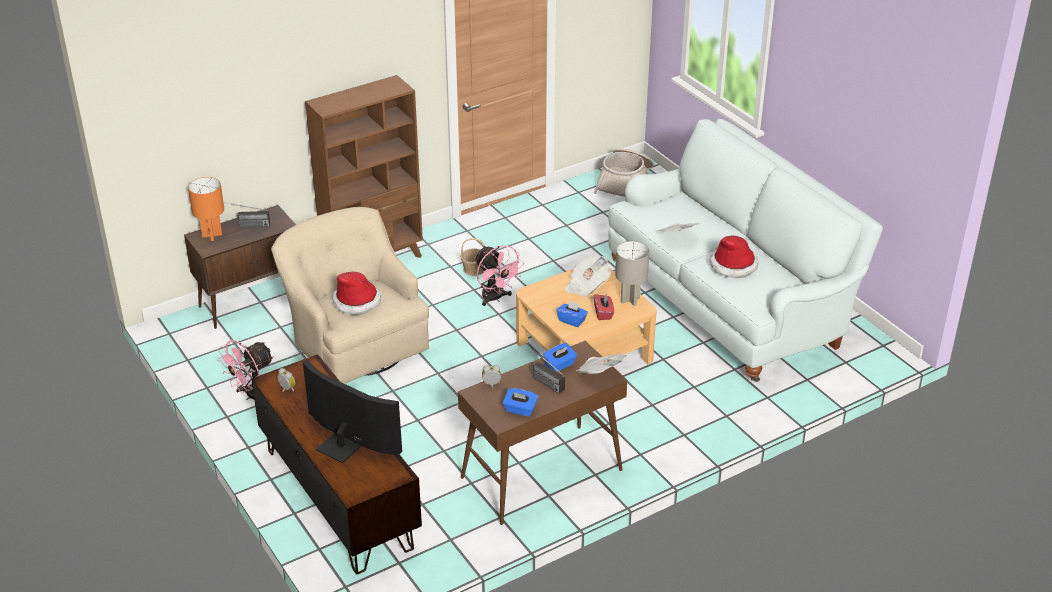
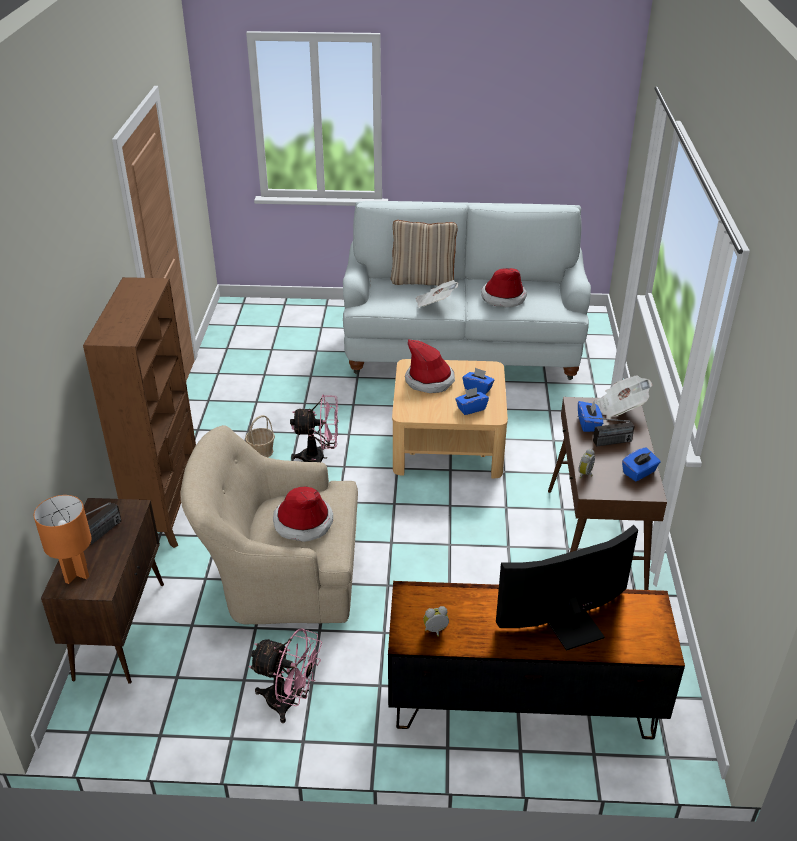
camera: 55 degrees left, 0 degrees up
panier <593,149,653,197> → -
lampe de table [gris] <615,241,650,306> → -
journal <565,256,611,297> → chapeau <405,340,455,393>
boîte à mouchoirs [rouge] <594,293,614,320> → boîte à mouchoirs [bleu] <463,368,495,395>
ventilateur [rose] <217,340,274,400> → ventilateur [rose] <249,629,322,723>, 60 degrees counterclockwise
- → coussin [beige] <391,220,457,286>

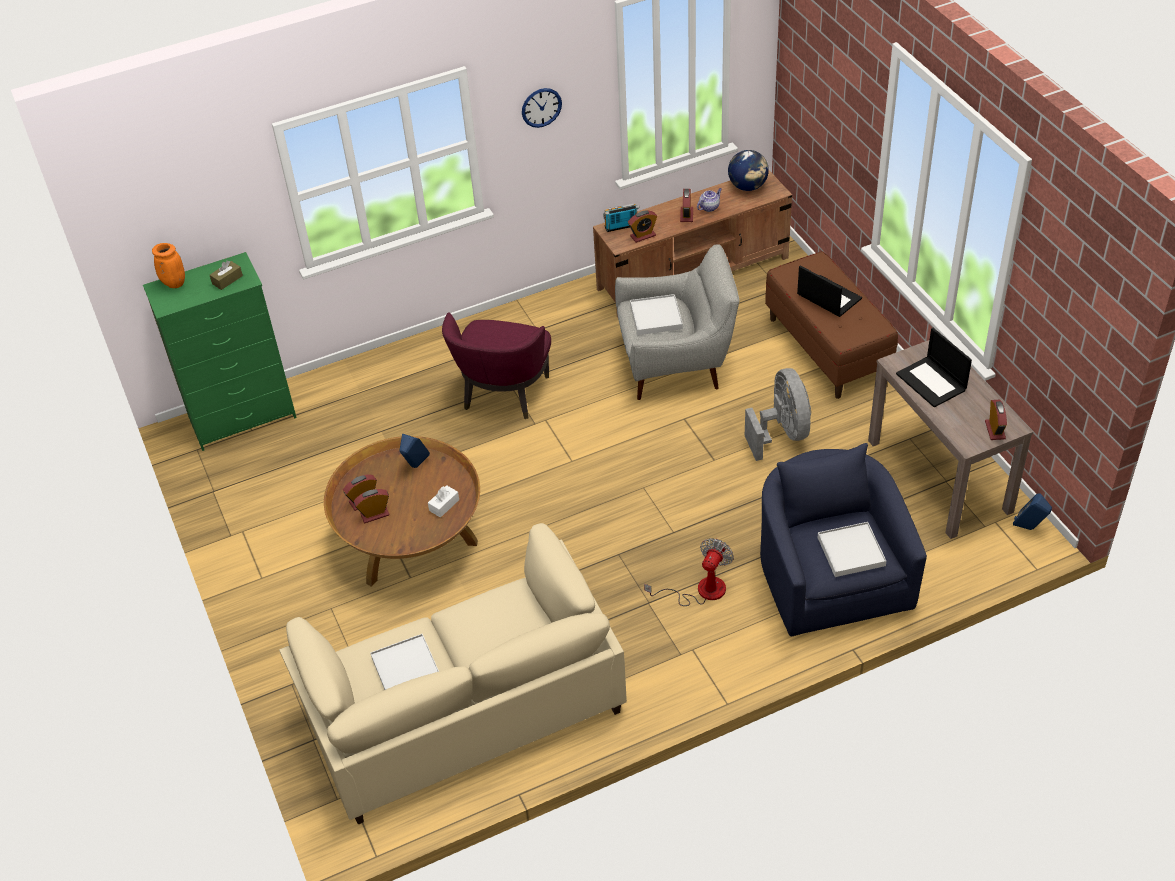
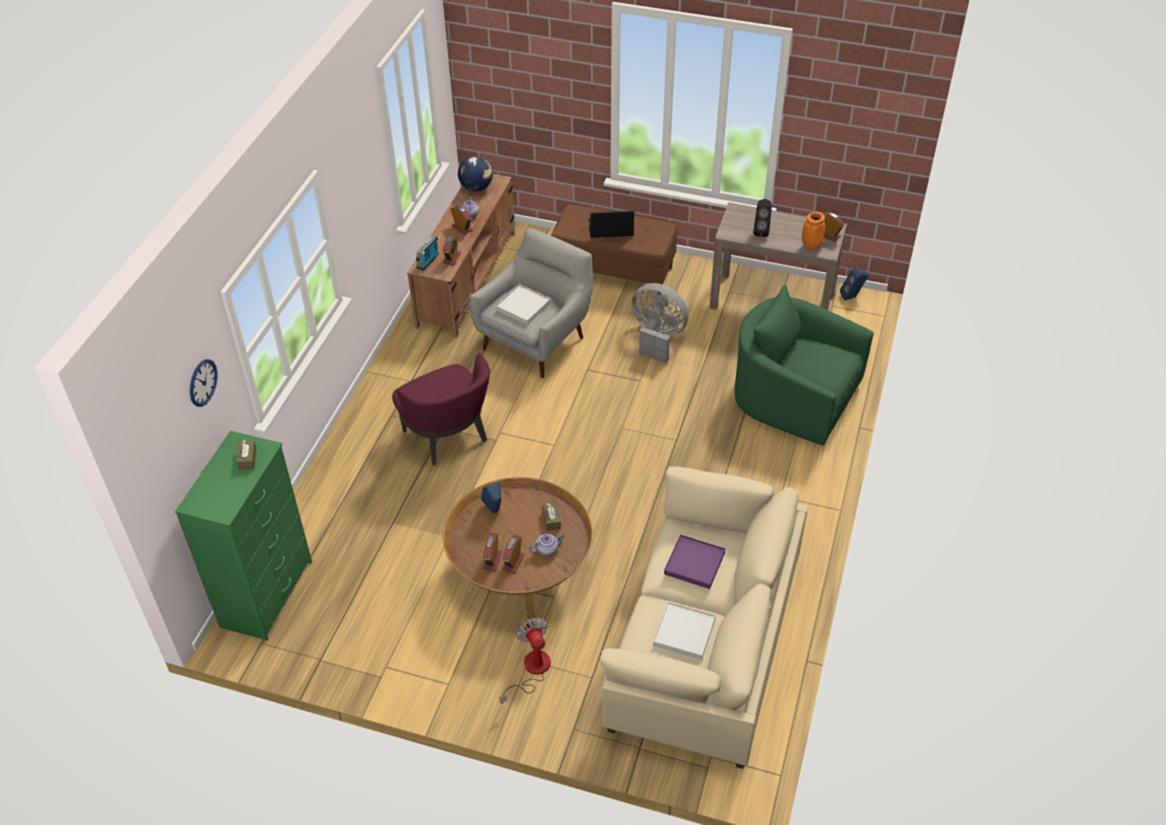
camera: 50 degrees left, 0 degrees up
horloge murale <522,88,562,128> → horloge murale <190,359,218,407>, moved
vase [orange] <152,243,185,288> → vase [orange] <802,212,825,250>, moved
ordinateur portable <896,328,972,407> → enceinte [noir] <753,199,772,237>
fauteuil [bleu] <760,443,927,636> → fauteuil [vert] <734,285,874,446>
boîte à mouchoirs [blanc] <428,485,459,517> → boîte à mouchoirs [marron] <543,502,561,531>
plateau [blanc] <817,522,886,577> → -
ventilateur <644,538,734,606> → ventilateur <499,617,551,704>, moved
- → théière <529,534,565,557>
- → plateau [violet] <664,534,726,589>

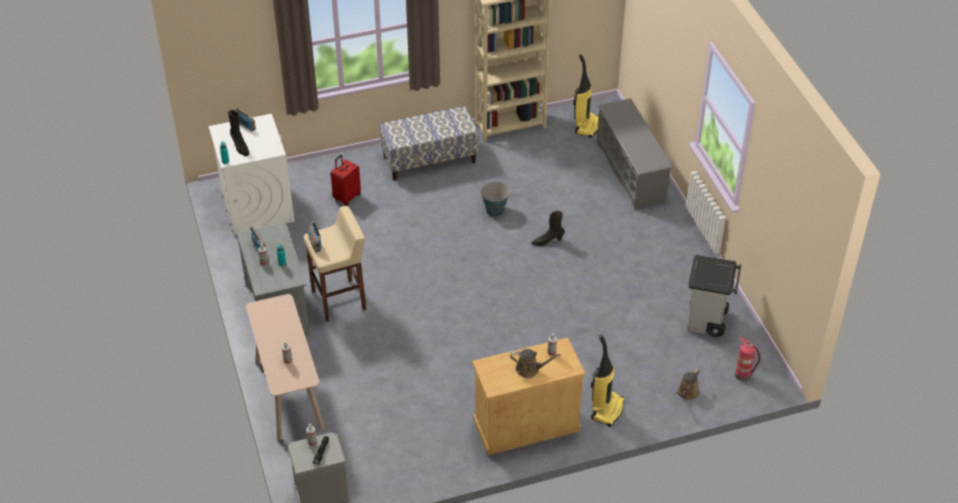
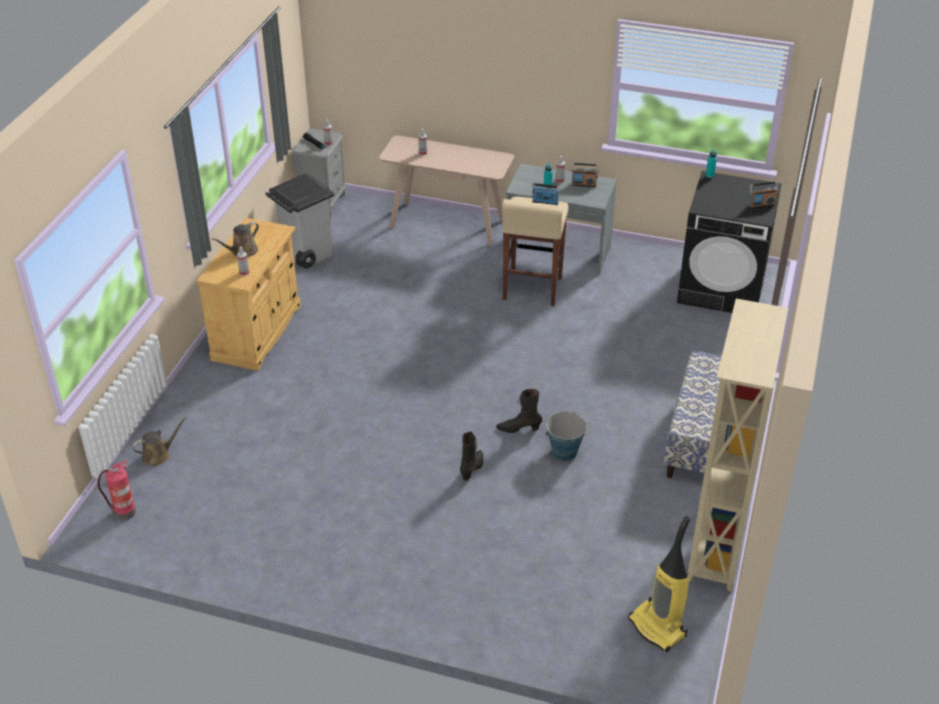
camera: 125 degrees right, 5 degrees down
étagère à chaussures [gris] <597,98,674,210> → -
botte [noir] <228,110,249,156> → botte [noir] <496,389,542,433>, moved
lave-linge [blanc] <209,114,294,235> → lave-linge [noir] <677,171,782,313>
valise [rouge] <331,155,361,205> → -
poubelle [gris] <688,255,741,337> → poubelle [gris] <265,173,334,268>, moved
aspirateur <591,335,625,427> → -
arrosoir [marron] <674,368,700,400> → arrosoir [marron] <132,417,186,466>, 75 degrees clockwise

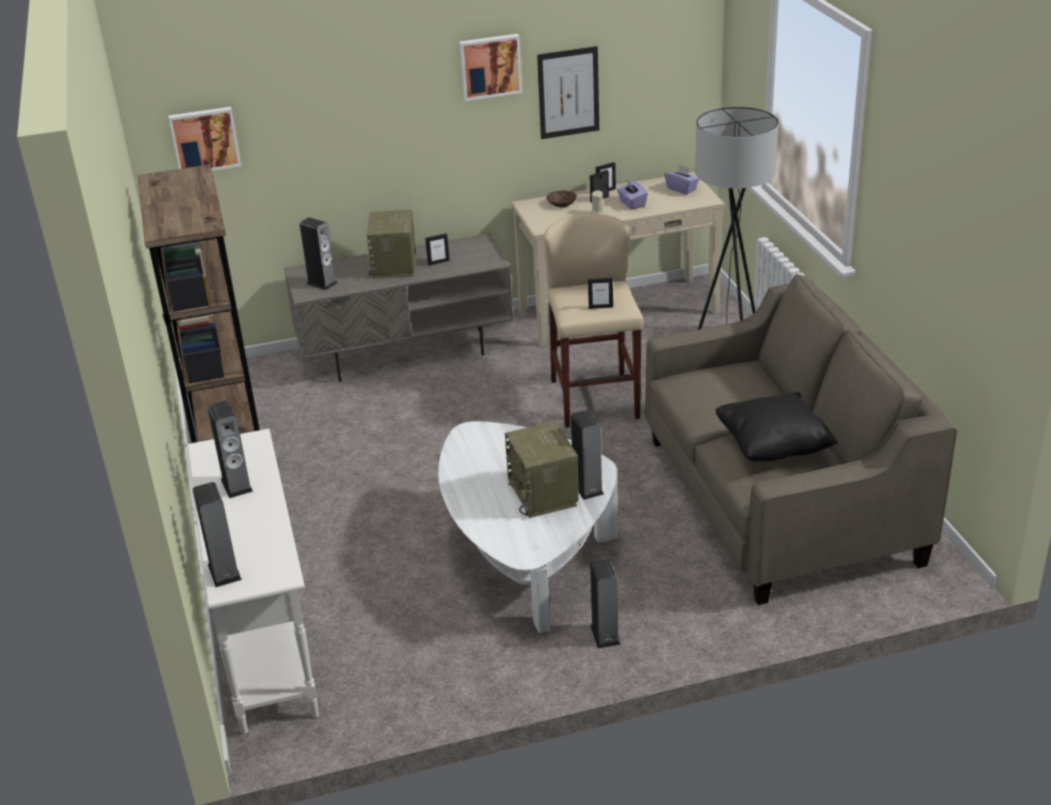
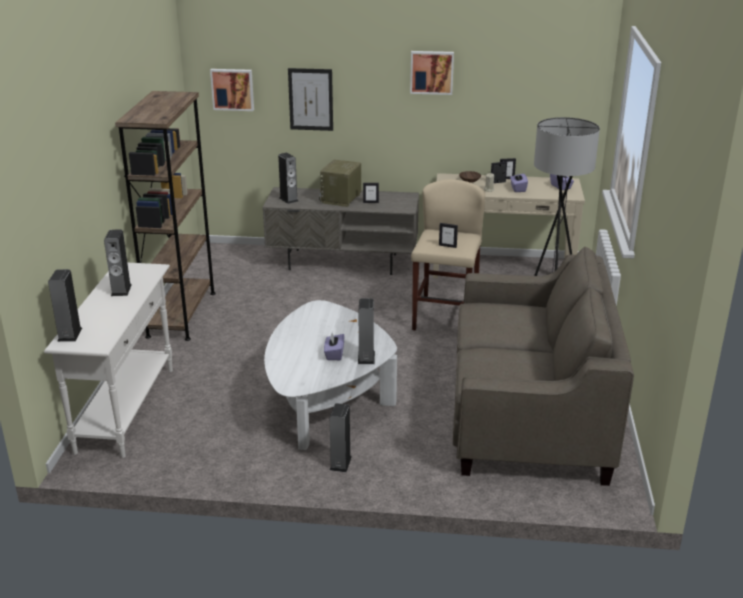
camera: 20 degrees right, 5 degrees down
tableau <537,46,599,139> → tableau <288,68,333,131>, moved
coussin [noir] <715,392,838,461> → -
radio <505,421,579,518> → boîte à mouchoirs [violet] <324,333,344,360>

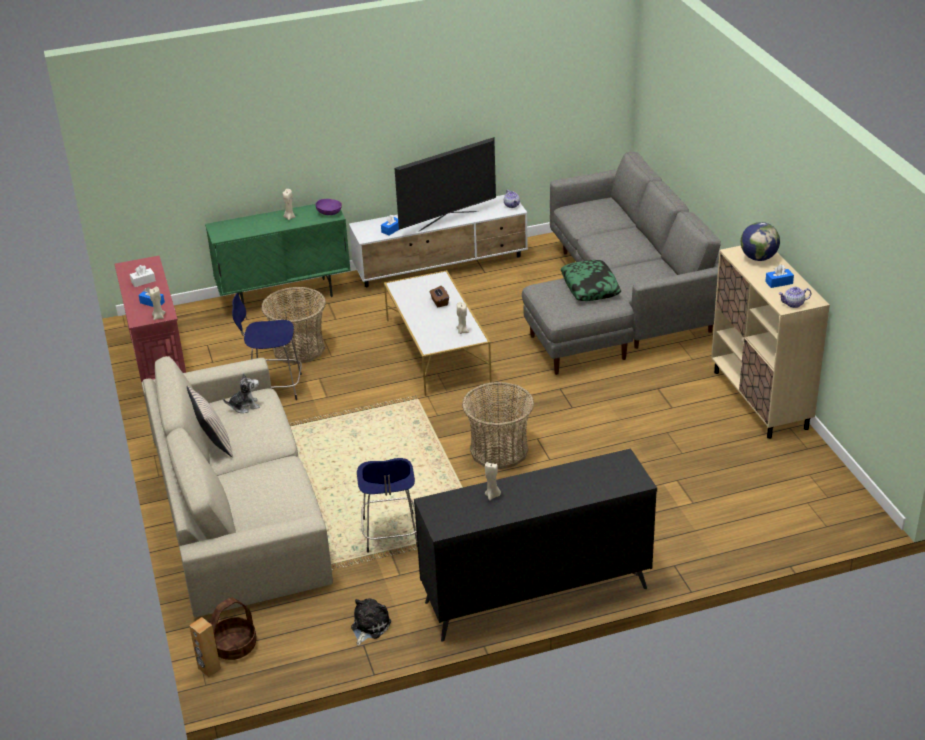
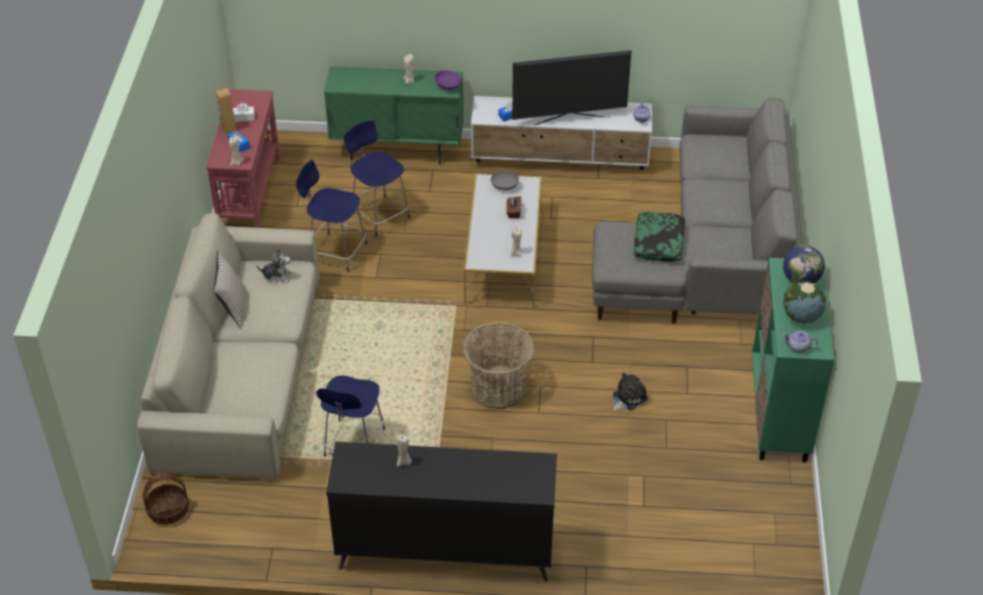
camera: 20 degrees right, 10 degrees up
meuble de rangement [beige] <711,246,830,439> → meuble de rangement [vert] <752,258,834,463>
boîte à mouchoirs [bleu] <765,265,794,288> → globe <783,281,826,324>
panier <261,287,326,364> → tabouret [bleu] <344,120,410,237>
peluche <351,598,391,646> → peluche <613,373,648,411>, moved
enceinte [marron] <189,617,221,677> → enceinte [marron] <216,88,236,135>, moved
- → bol [gris] <490,171,519,190>

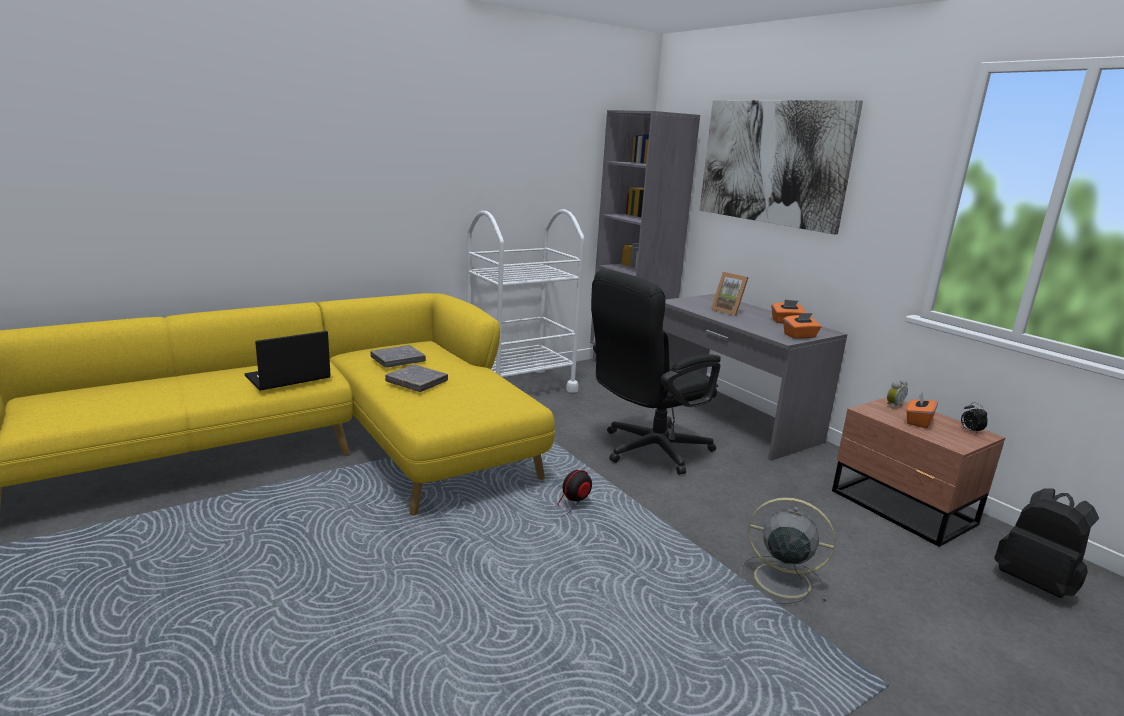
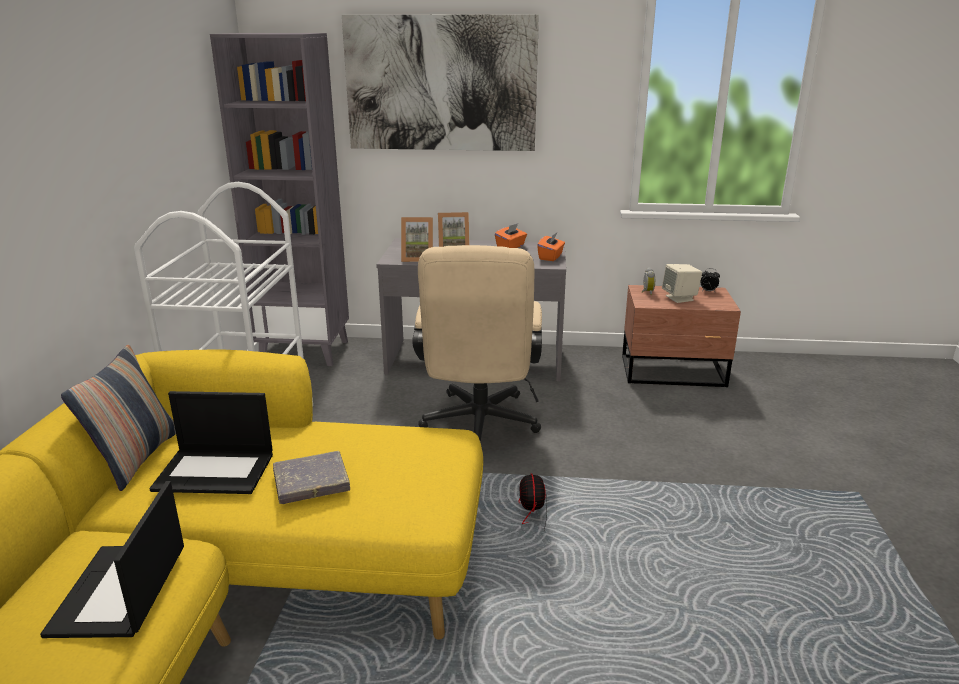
camera: 50 degrees left, 5 degrees up
chaise de bureau [noir] <591,270,721,475> → chaise de bureau [beige] <412,245,542,443>
livre [gris] <370,345,426,368> → ordinateur portable <149,391,273,494>
boîte à mouchoirs [orange] <906,392,938,428> → enceinte [beige] <662,264,702,303>
sac à dos [noir] <994,488,1099,598> → -
ventilateur [gris] <740,497,835,604> → -
- → cadre photo <401,217,433,262>
- → coussin <61,344,176,491>

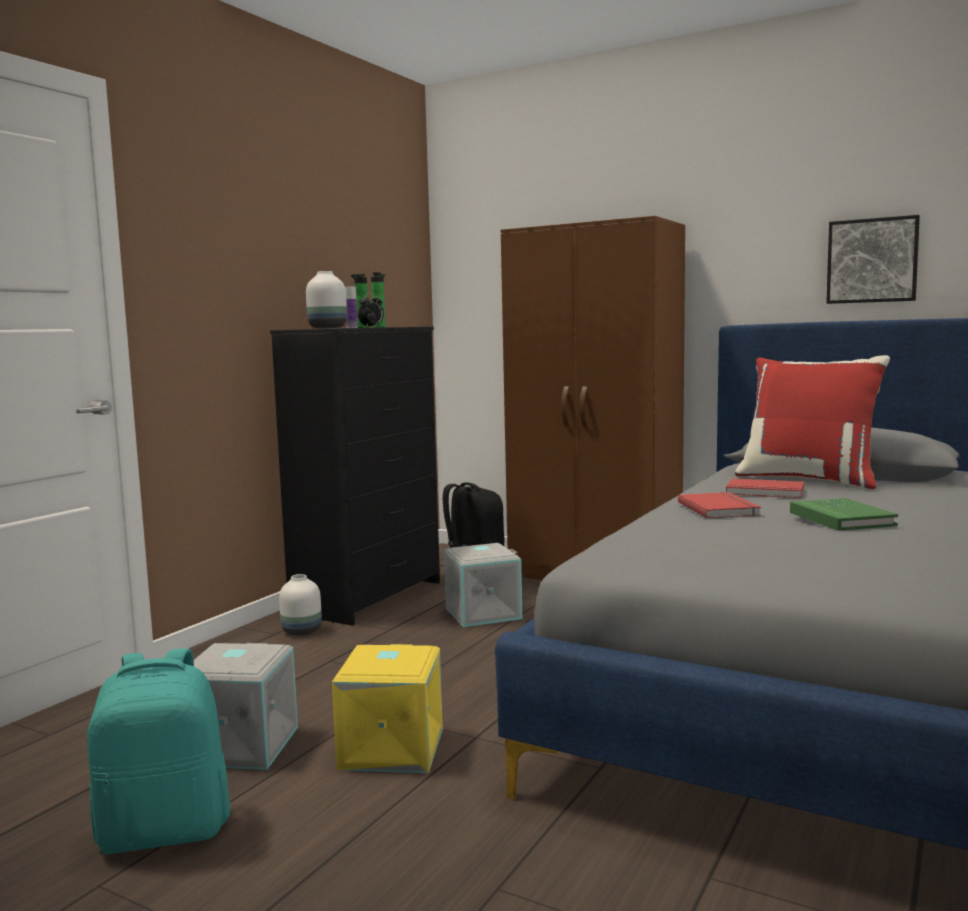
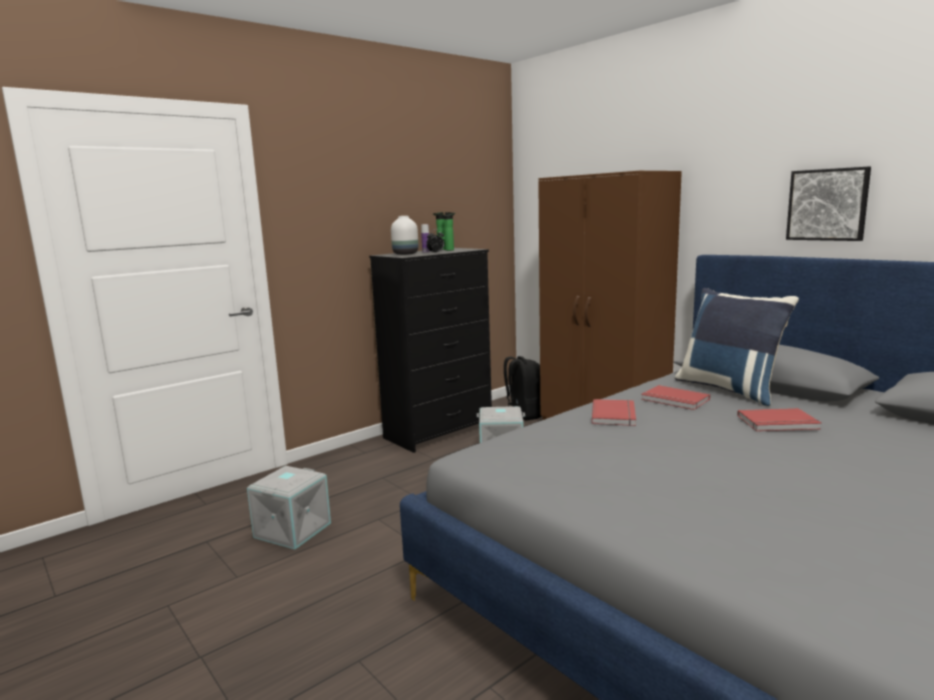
camera: 20 degrees right, 5 degrees up
coussin [rouge] <735,355,890,490> → coussin [bleu] <675,288,799,406>
livre [vert] <790,498,898,531> → -
vase [blanc] <279,574,322,636> → -
boîte de rangement [jaune] <332,644,443,773> → -
sac à dos [turquoise] <87,648,230,854> → -
- → livre [rouge] <737,408,822,431>

